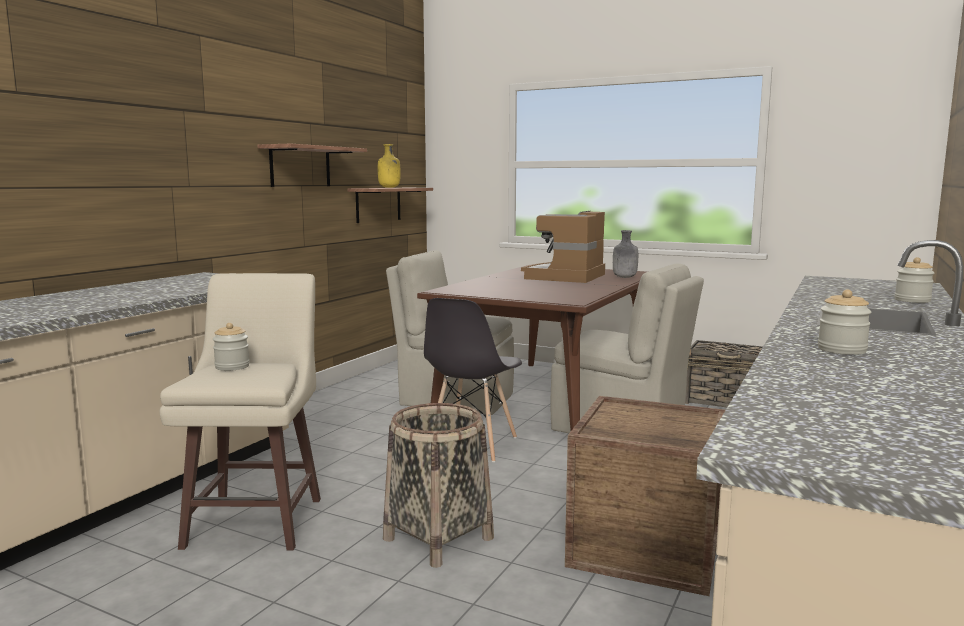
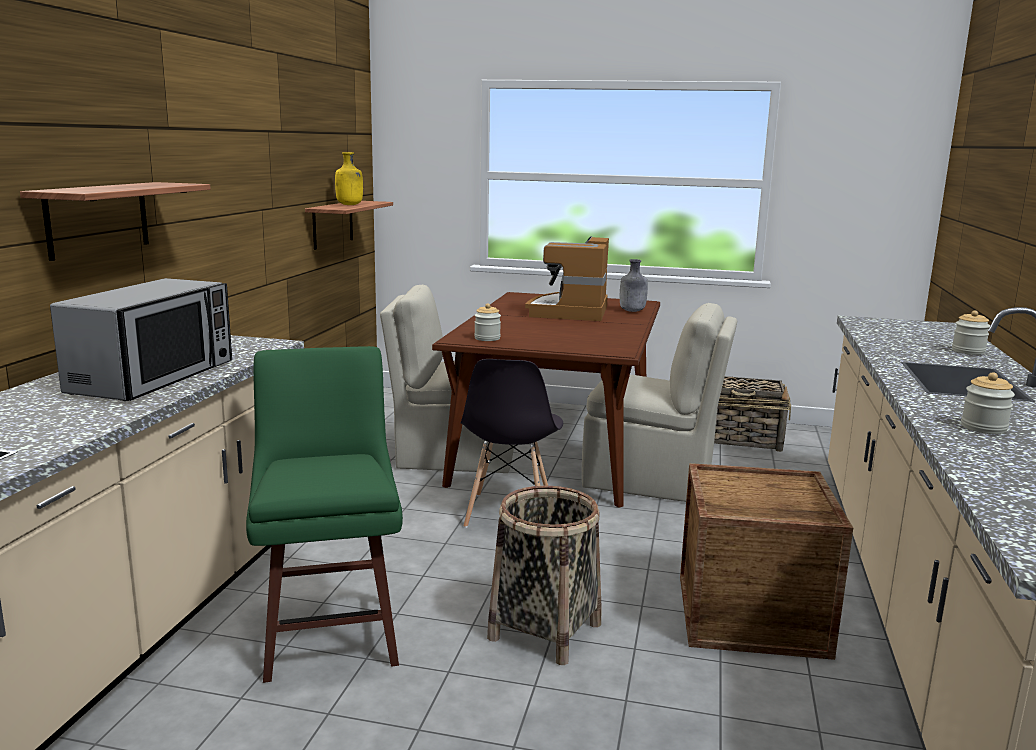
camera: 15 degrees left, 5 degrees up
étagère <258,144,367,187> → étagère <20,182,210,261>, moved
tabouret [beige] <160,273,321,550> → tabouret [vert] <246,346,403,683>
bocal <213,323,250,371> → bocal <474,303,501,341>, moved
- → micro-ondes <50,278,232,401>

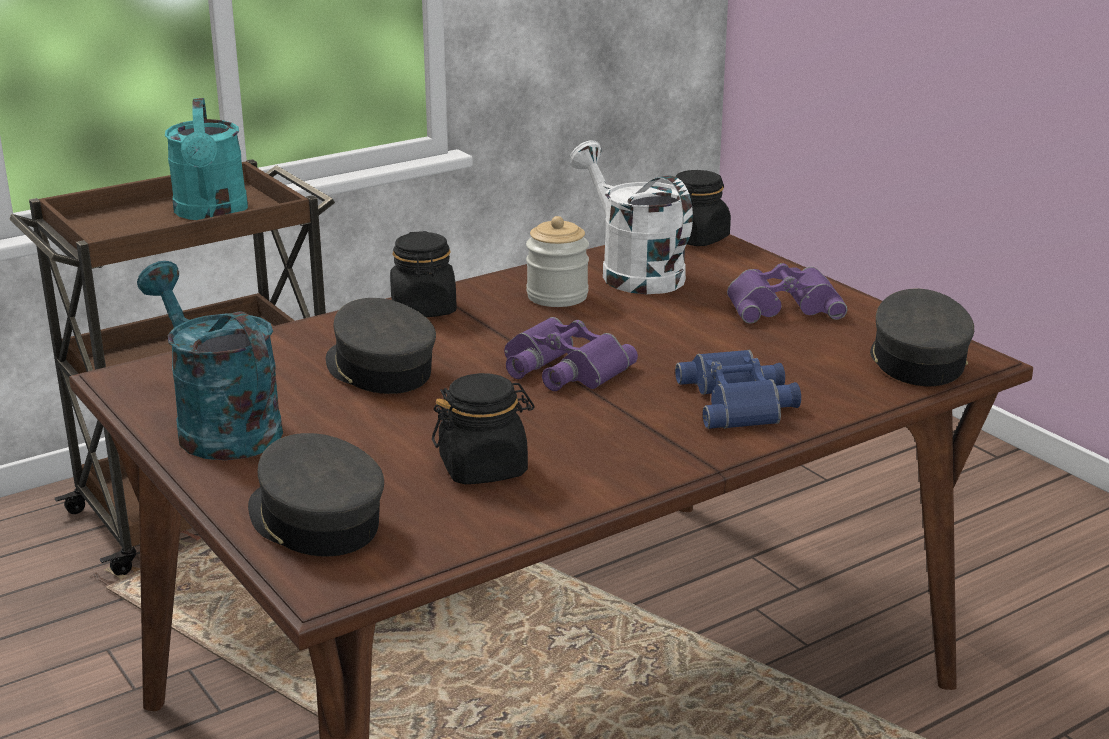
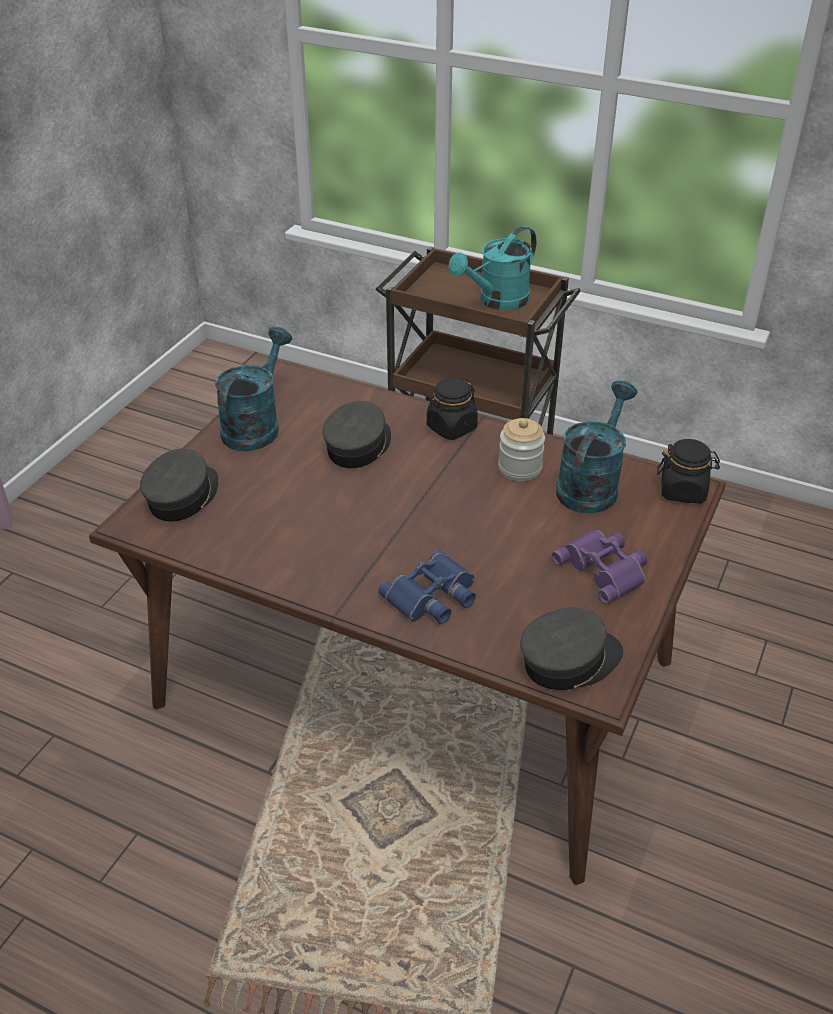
camera: 60 degrees right, 15 degrees up
arrosoir [blanc] <570,141,693,294> → arrosoir [turquoise] <556,381,638,513>
jumelles [violet] <504,317,638,391> → -
bocal [noir] <432,373,535,484> → -

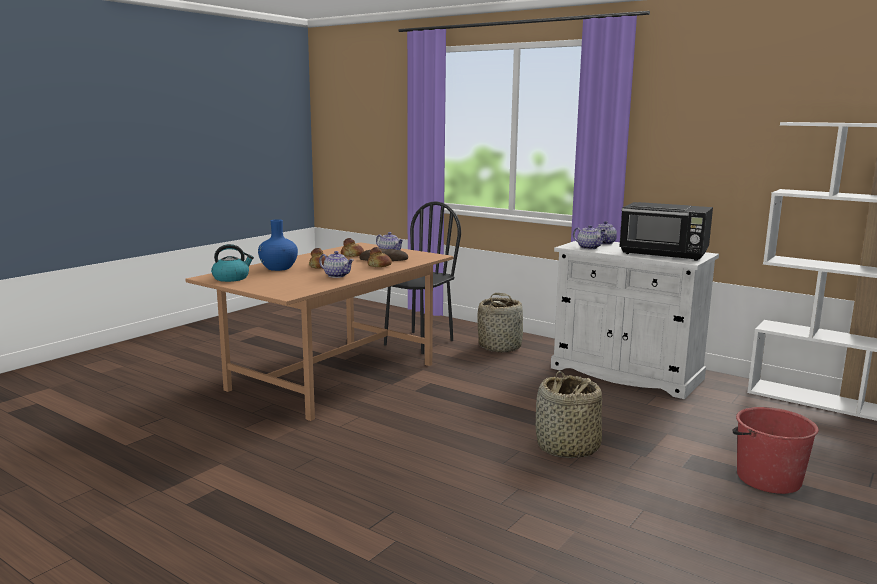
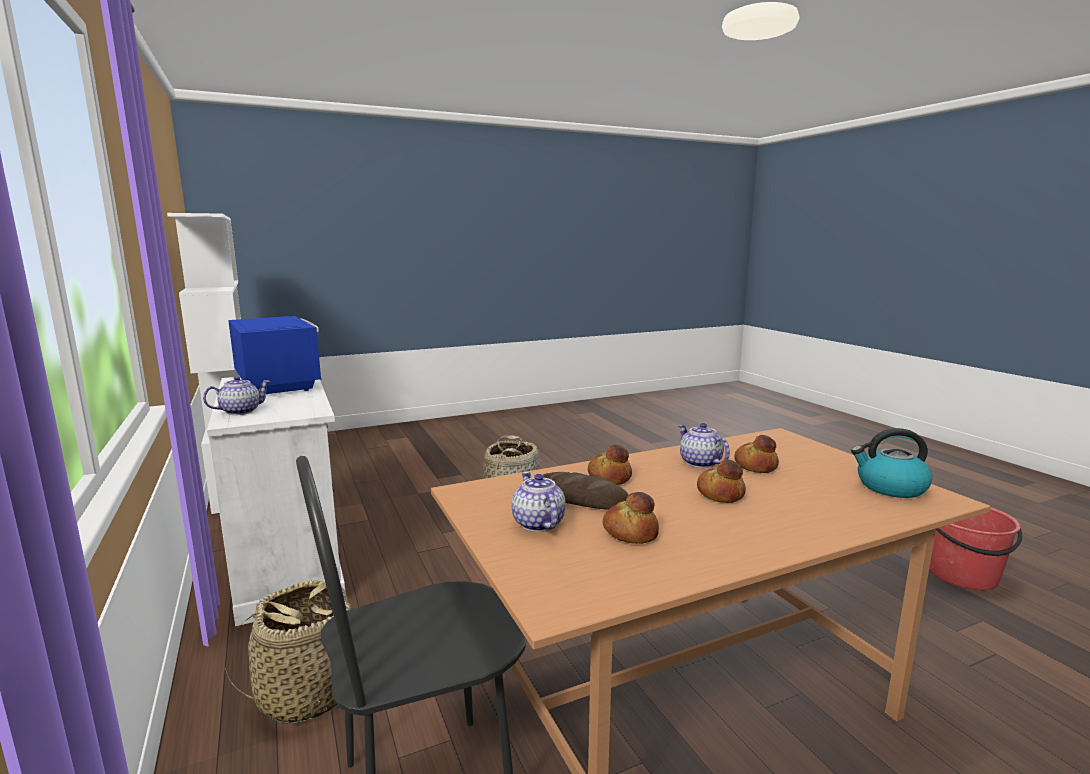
camera: 150 degrees left, 0 degrees up
micro-ondes [noir] <619,202,713,261> → micro-ondes [bleu] <228,316,322,394>
vase [bleu] <258,219,298,271> → -
théière <573,225,607,249> → -
seau [rouge] <732,407,819,494> → seau [rouge] <929,507,1022,590>, moved
- → pain <734,435,779,473>

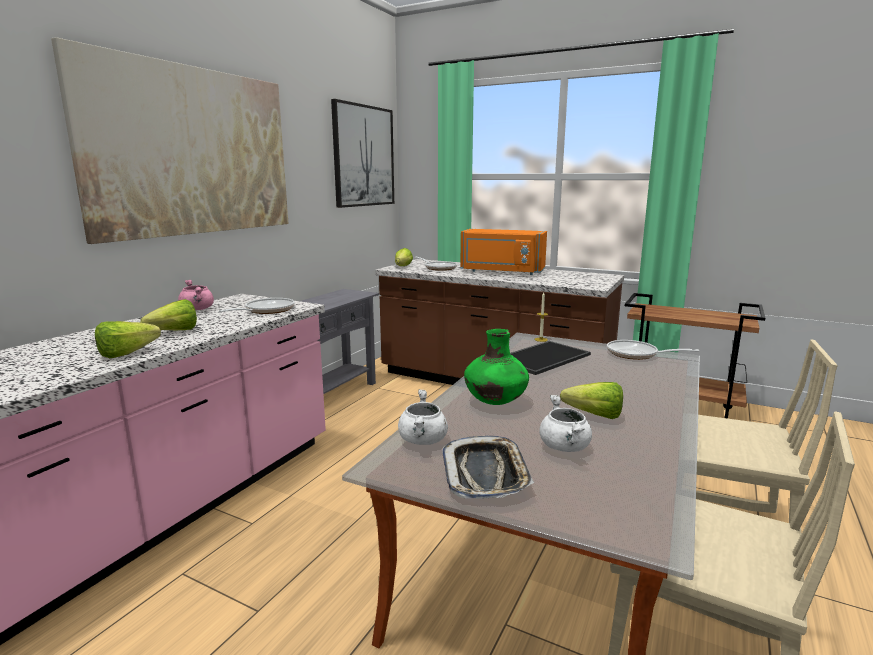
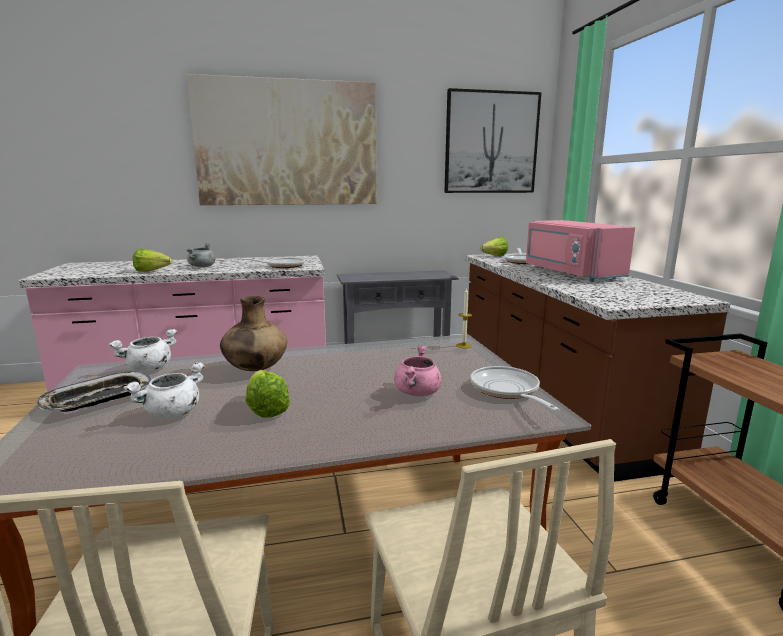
camera: 50 degrees right, 0 degrees up
micro-ondes [orange] <460,229,547,275> → micro-ondes [rose] <526,220,635,281>
marmite [rose] <178,279,214,310> → marmite [rose] <394,345,442,396>, moved
laitue <140,299,197,330> → marmite [gris] <187,243,215,267>
vase [vert] <464,329,529,405> → vase [marron] <220,296,288,371>
plateau <510,341,591,375> → -

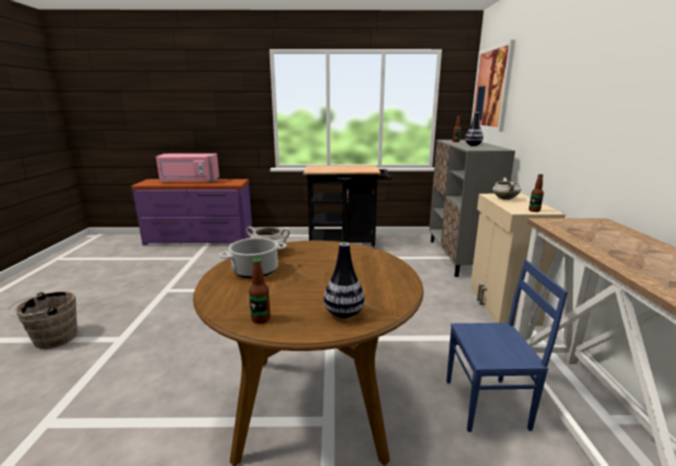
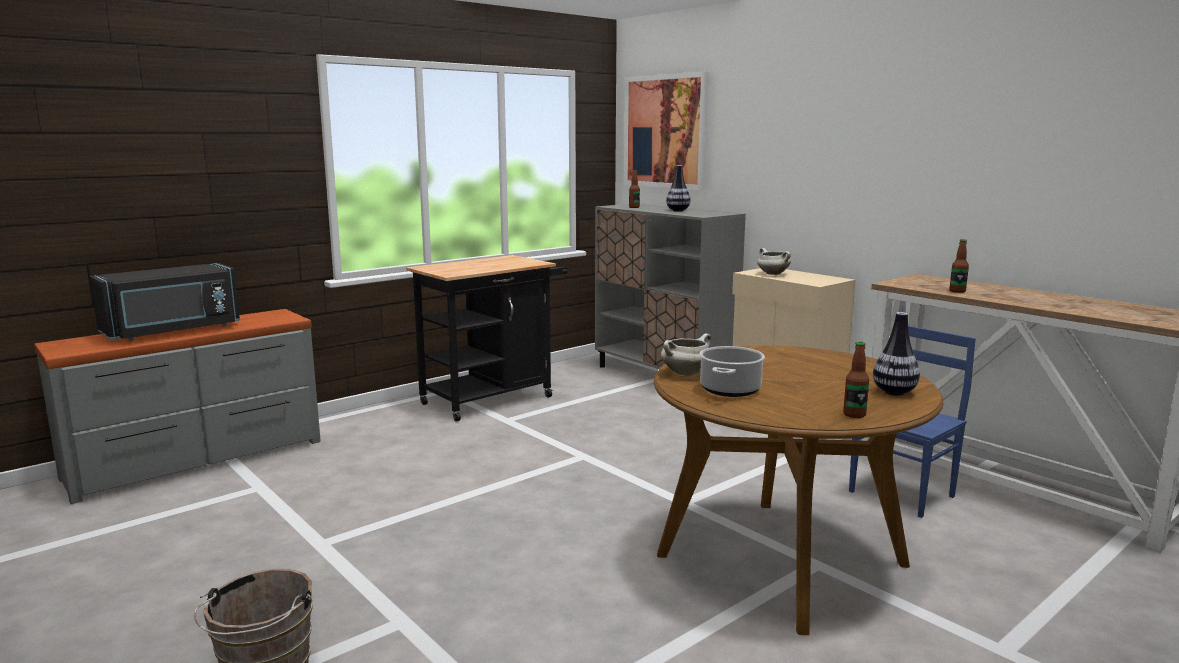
camera: 40 degrees left, 5 degrees down
micro-ondes [rose] <156,153,219,183> → micro-ondes [noir] <90,263,240,341>
bouteille <529,174,544,212> → bouteille <949,239,969,293>, moved
commode [violet] <131,179,253,246> → commode [gris] <34,309,321,504>

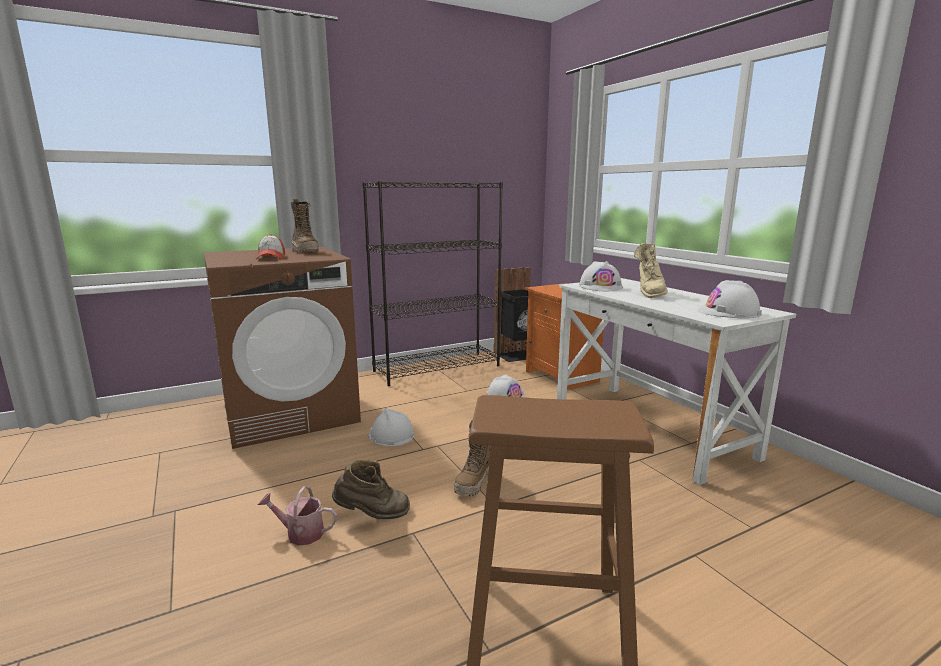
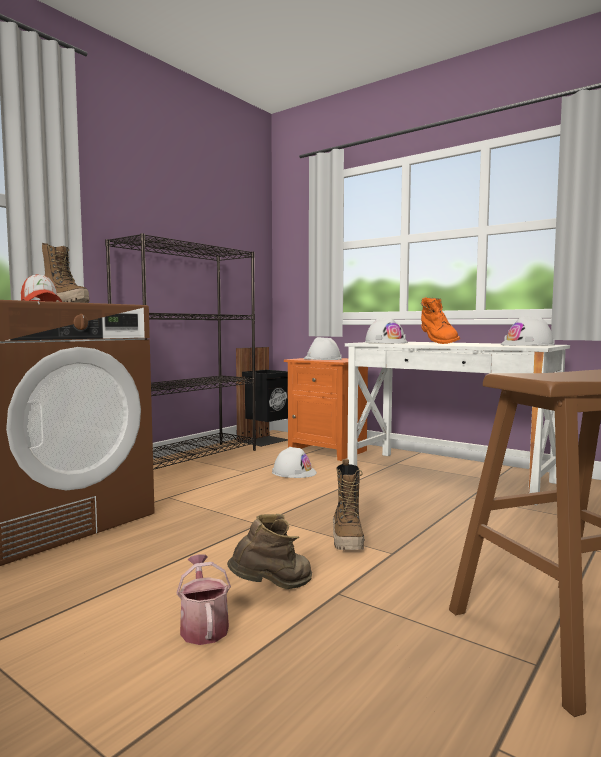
camera: 25 degrees left, 10 degrees down
botte [beige] <634,243,668,298> → botte [orange] <421,297,460,344>
casque de chantier [blanc] <368,409,414,446> → casque de chantier [blanc] <303,337,342,360>, moved
arrosoir <258,486,337,546> → arrosoir <177,554,231,645>, 90 degrees clockwise

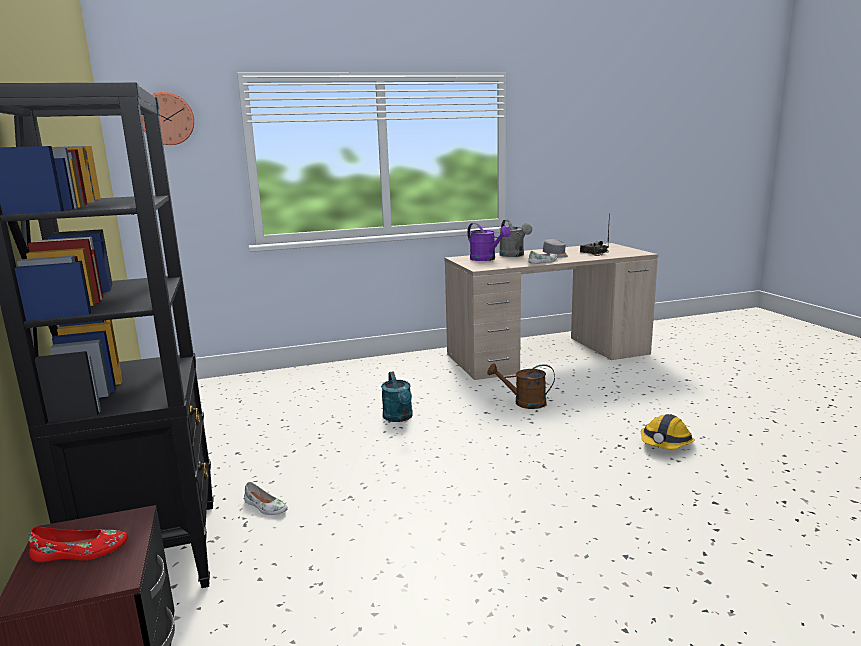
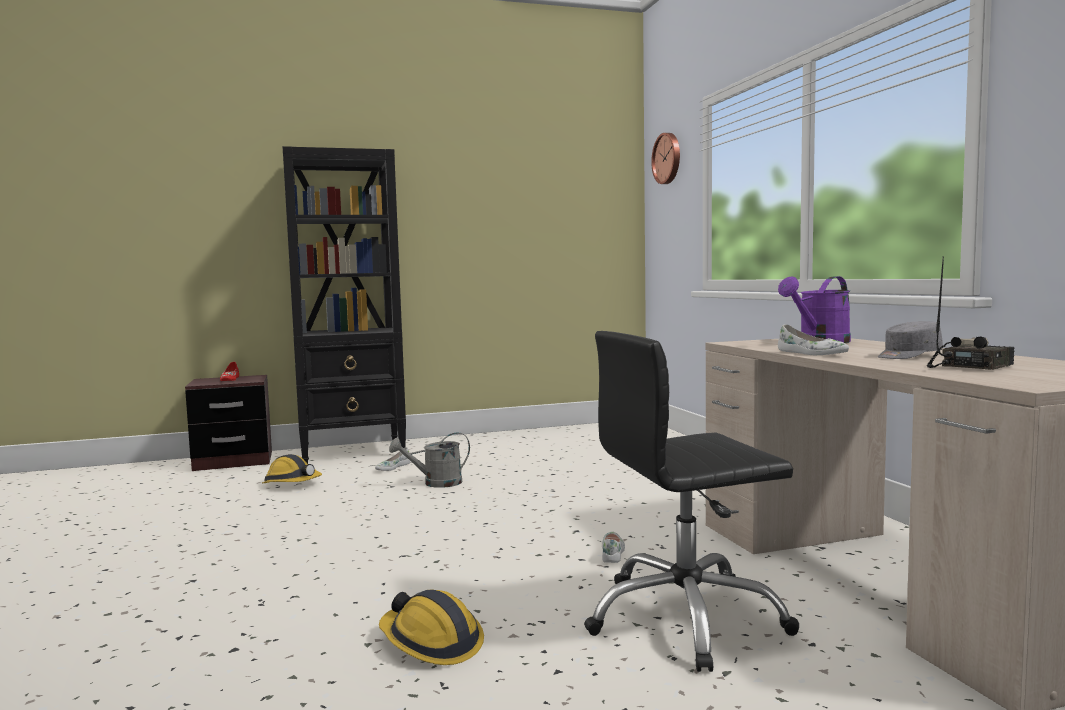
camera: 90 degrees right, 10 degrees down
arrosoir [gris] <499,220,532,257> → arrosoir [gris] <389,432,470,488>, moved
arrosoir [marron] <487,363,555,409> → chaussure [blanc] <602,531,625,563>
arrosoir [turquoise] <381,372,413,422> → -
- → chaise de bureau [noir] <584,331,799,672>
- → casque de chantier <262,454,322,483>

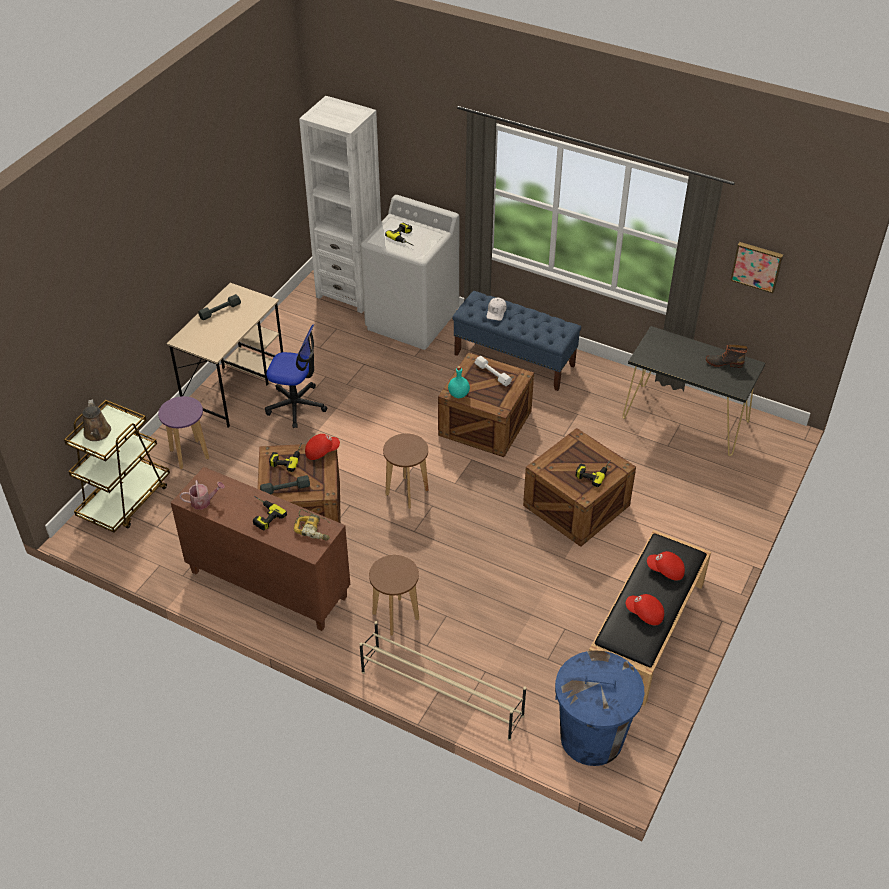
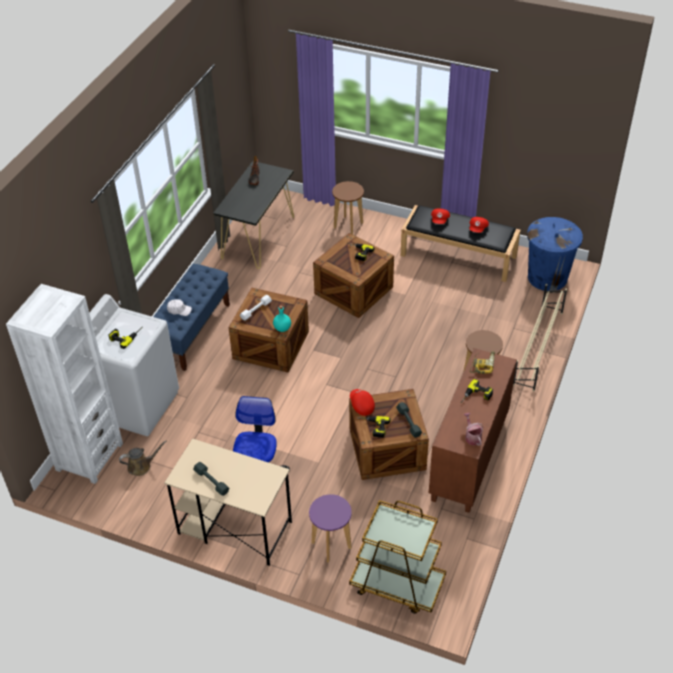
camera: 95 degrees left, 0 degrees up
tableau <730,242,783,294> → -
arrosoir [marron] <82,399,111,441> → arrosoir [marron] <119,441,167,476>, moved
tabouret [marron] <383,433,429,508> → tabouret [marron] <332,181,364,235>, moved

